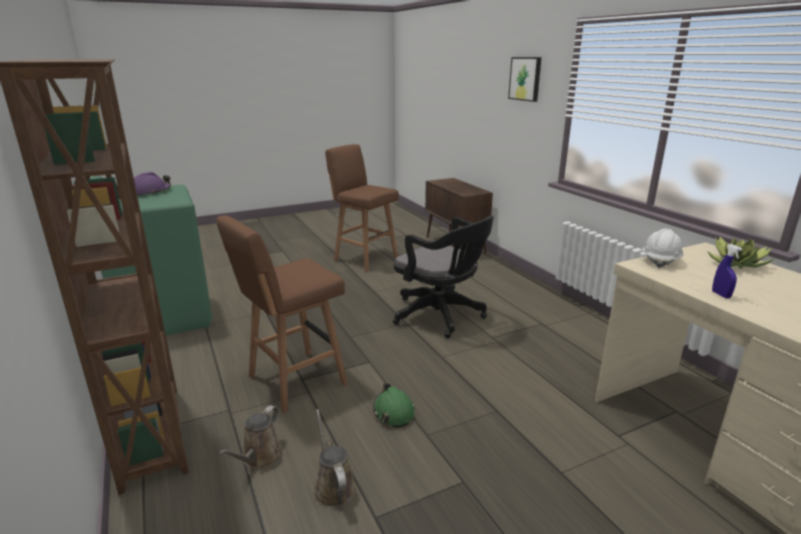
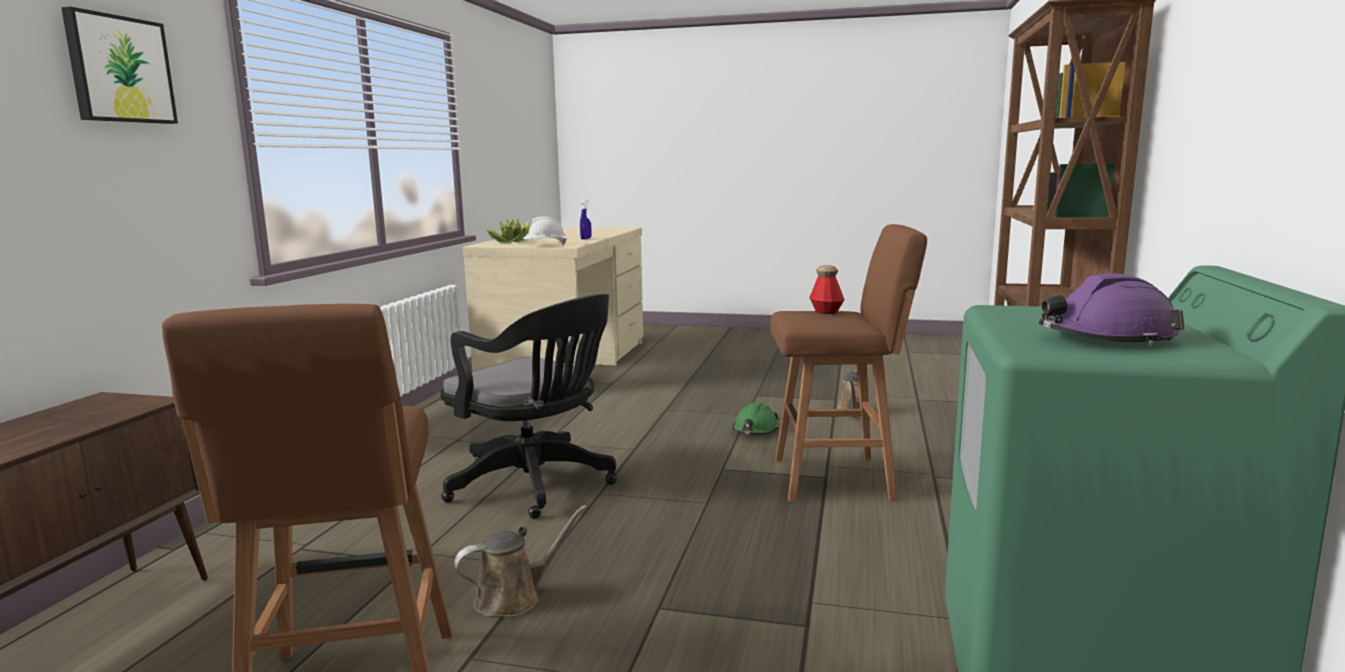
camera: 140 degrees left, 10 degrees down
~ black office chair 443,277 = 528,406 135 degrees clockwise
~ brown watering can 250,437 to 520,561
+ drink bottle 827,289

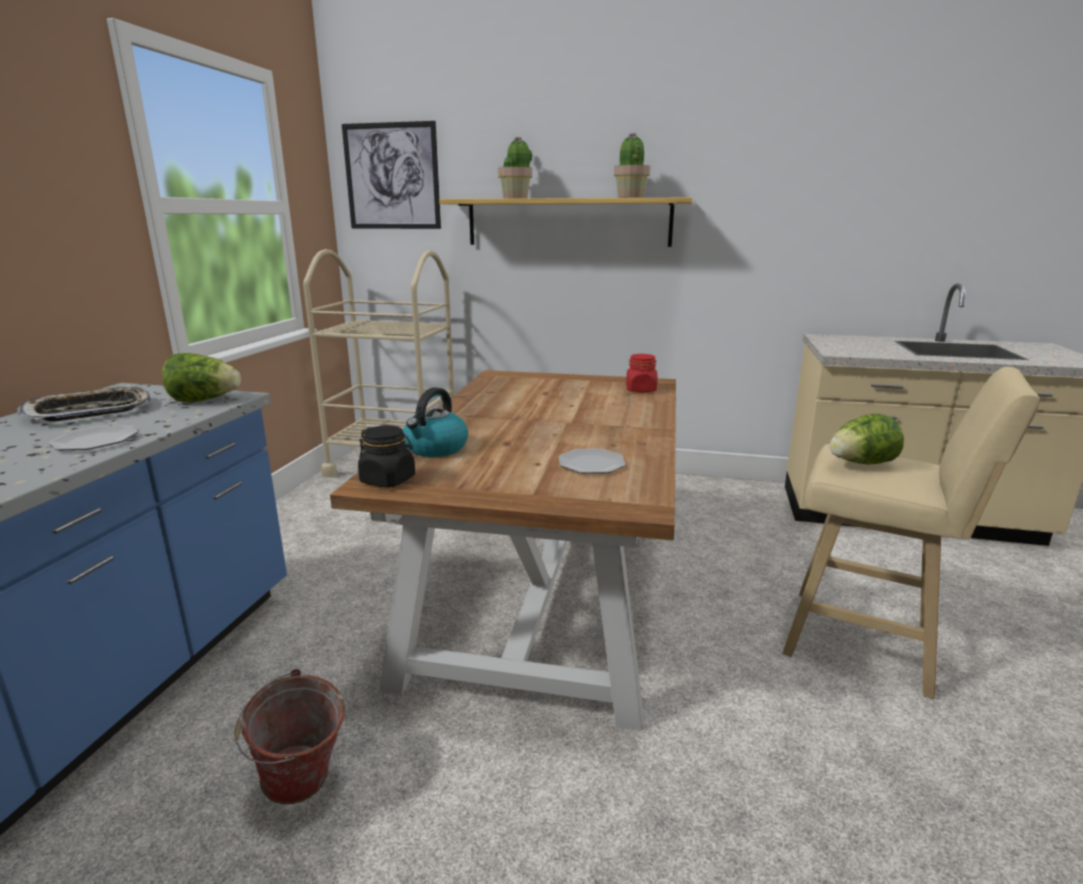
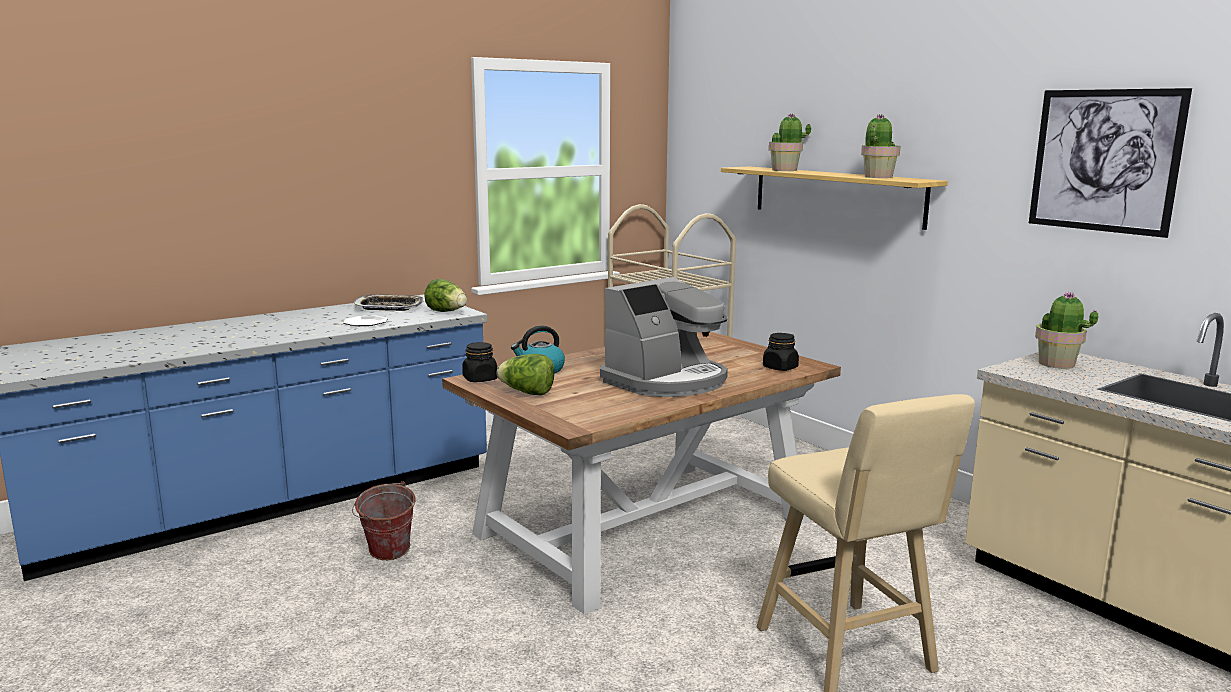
camera: 40 degrees right, 5 degrees down
~ wall art 391,175 to 1110,163
~ red-coloured preserve jar 642,373 to black preserve jar 781,352
~ head of lettuce 866,439 to 525,375
- plate 592,461
+ coffee machine 664,337
+ plant in a pot 1067,330

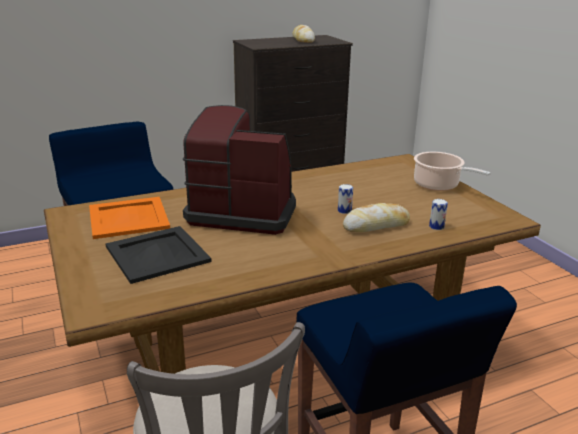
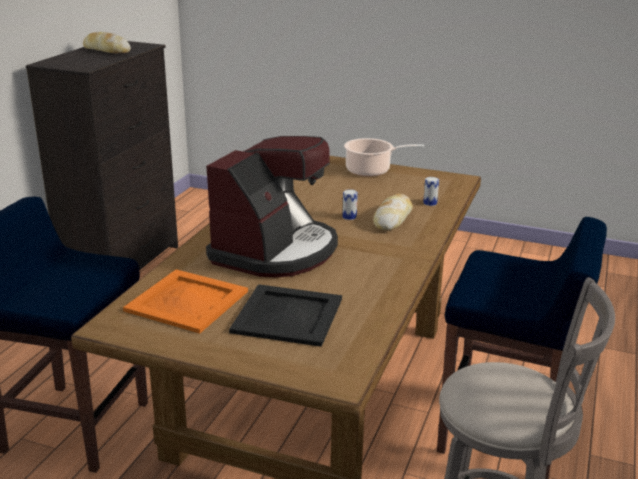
camera: 45 degrees left, 0 degrees up
~ coffee machine 239,170 = 272,207 150 degrees clockwise

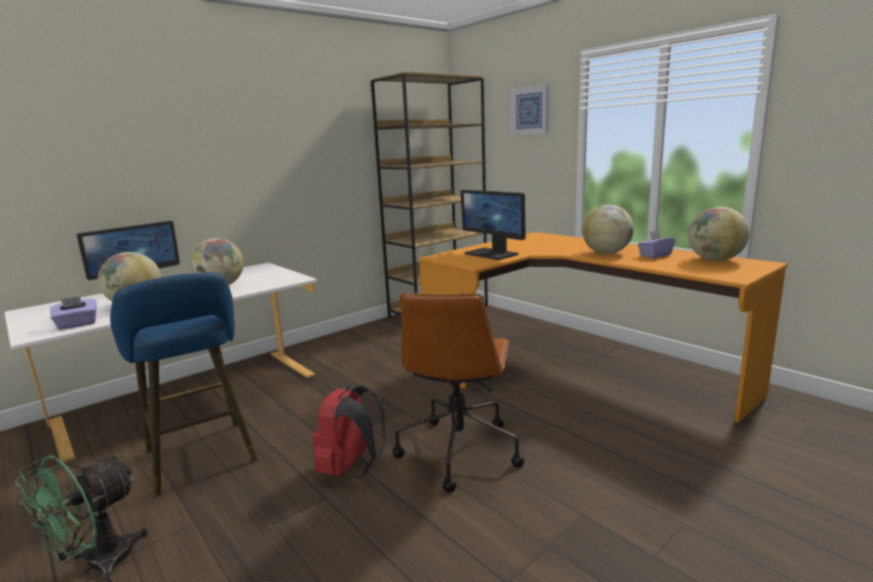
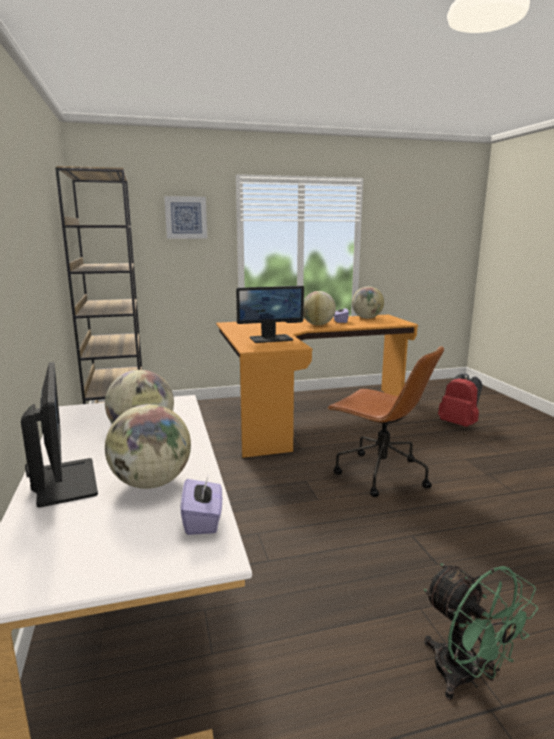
camera: 65 degrees left, 0 degrees up
- blue-coloured sitting stool 184,384
~ red-coloured backpack 349,432 to 460,400

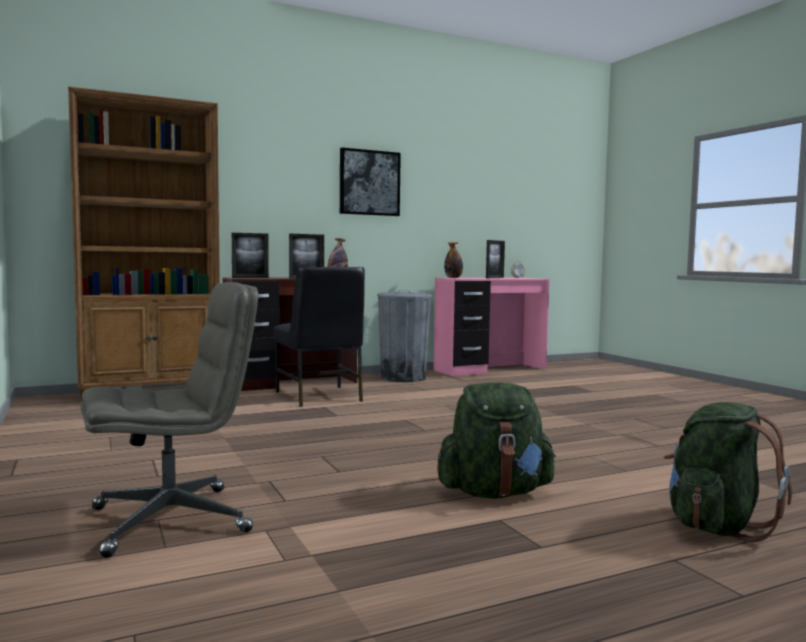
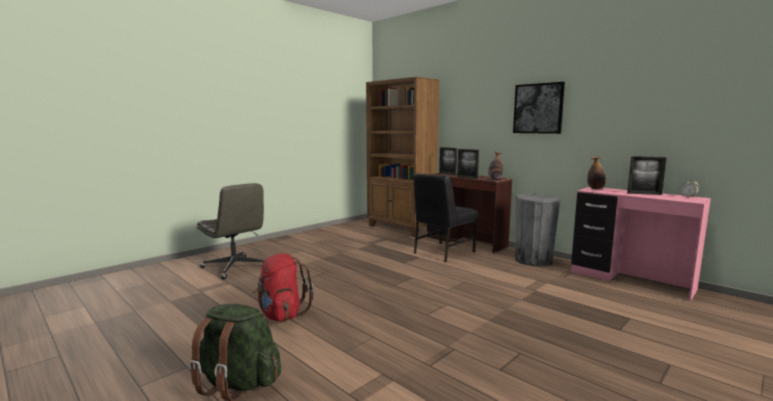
camera: 70 degrees right, 5 degrees up
~ greenish backpack 496,441 to red-coloured backpack 283,287

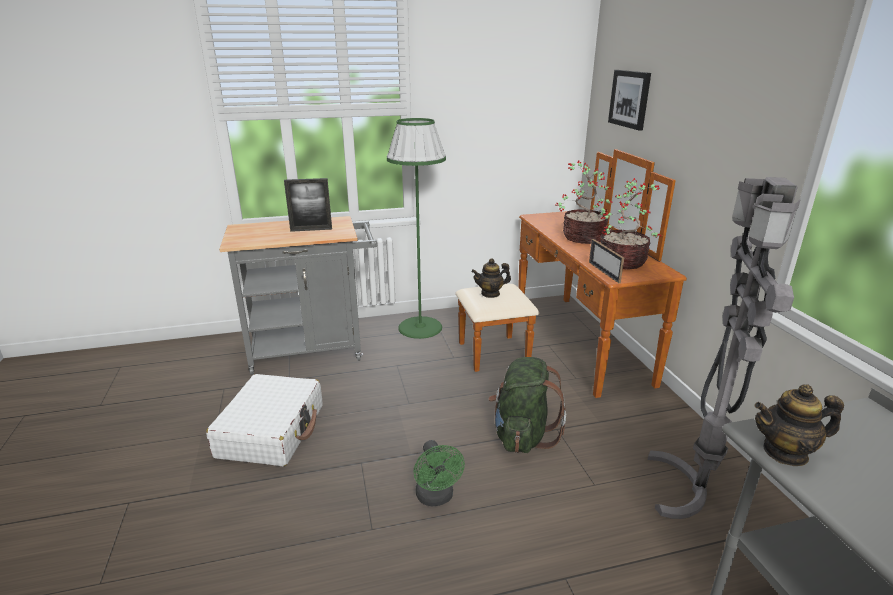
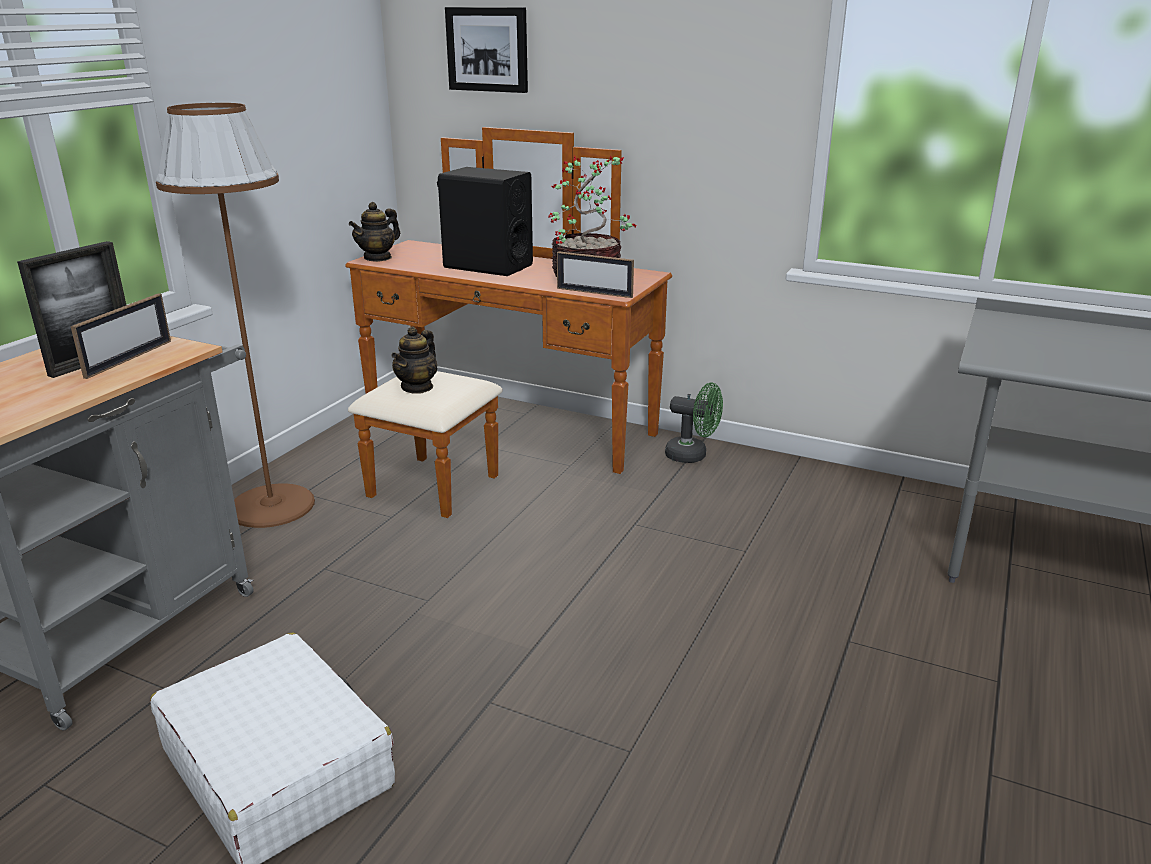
camera: 50 degrees left, 0 degrees up
~ greenish standard lamp 416,228 to brown standard lamp 235,315
~ plant in a pot 584,202 to black audio speaker 485,221
- grey standard lamp 723,348
- greenish backpack 527,405
~ pot for tea 799,425 to 374,232
~ greenish fan 439,473 to 694,423
+ photo frame 121,336

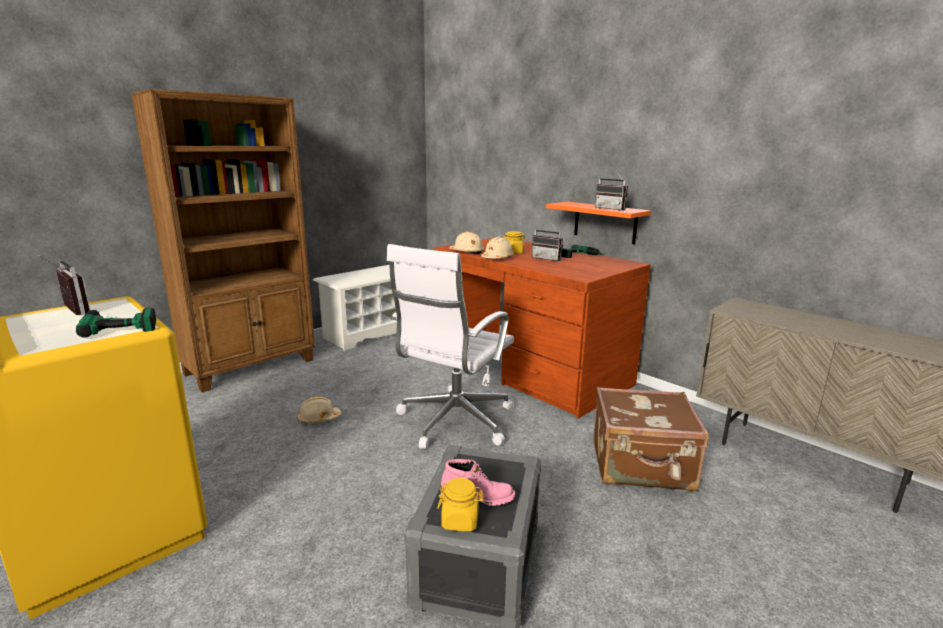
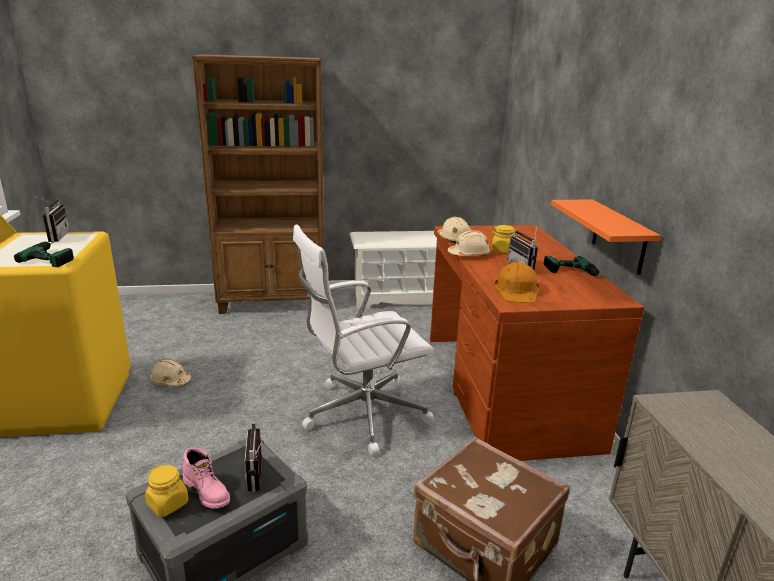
camera: 35 degrees right, 5 degrees up
~ radio receiver 611,191 to 259,456
~ beige-coloured work helmet 319,409 to 170,372
+ orange-coloured work helmet 516,282

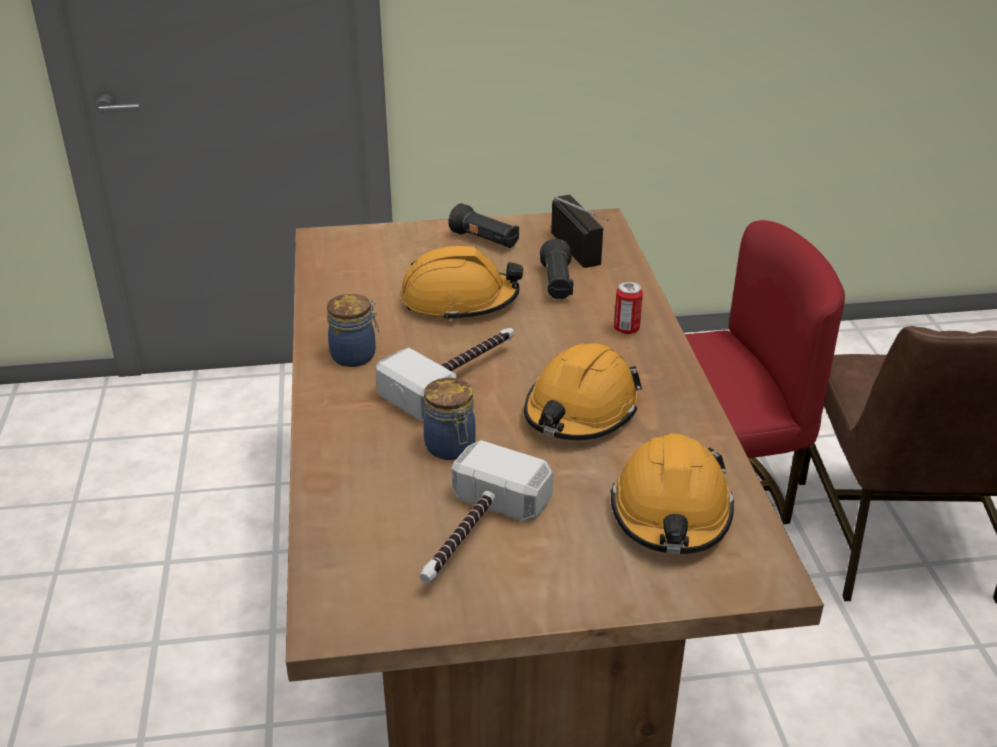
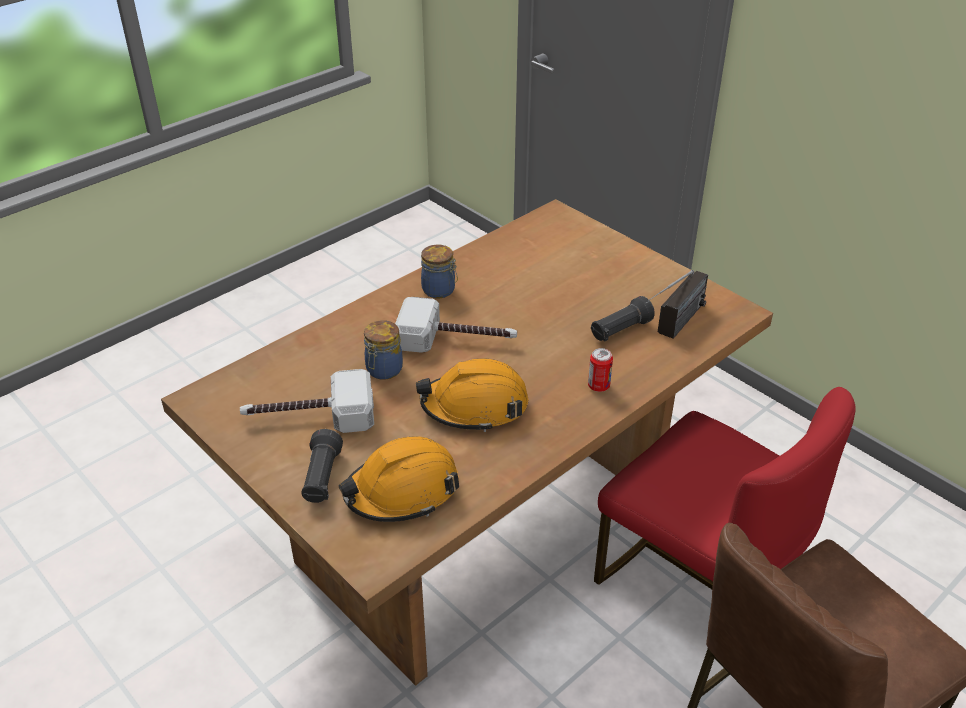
camera: 55 degrees right, 5 degrees up
~ black flashlight 483,225 to 322,466
- orange-coloured work helmet 462,284

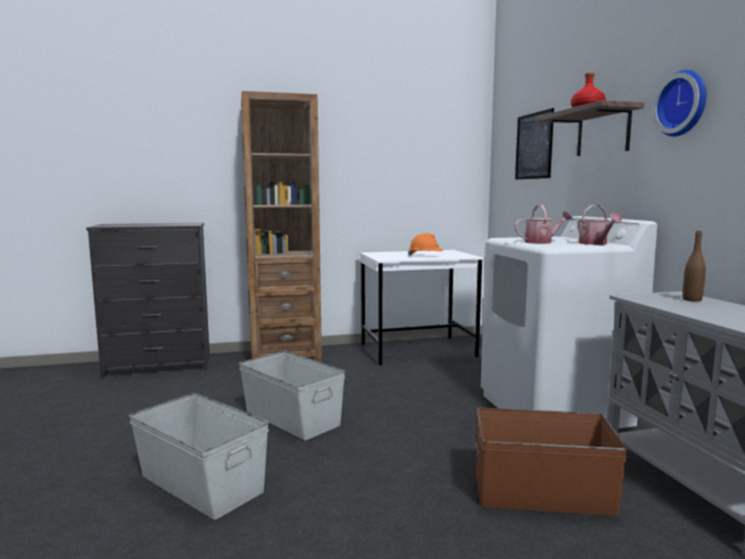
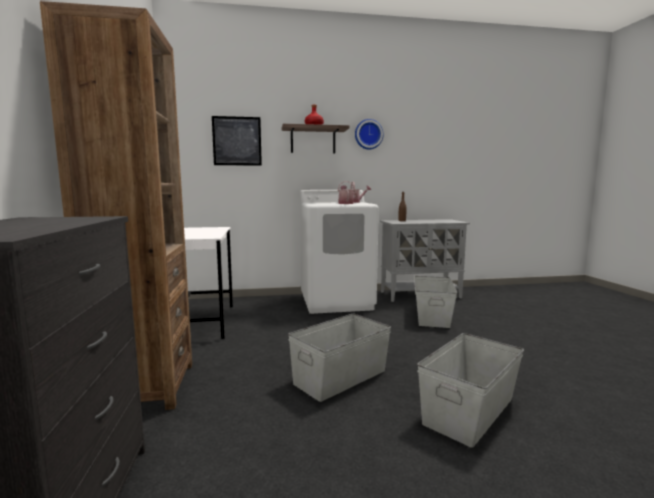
camera: 85 degrees left, 0 degrees up
- orange-coloured work helmet 425,244
~ brown storage container 552,462 to grey storage container 435,302

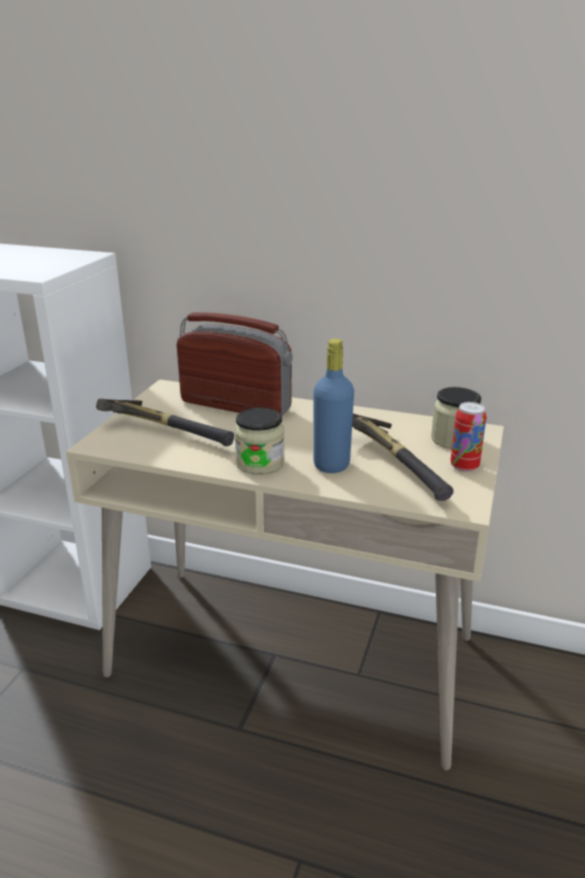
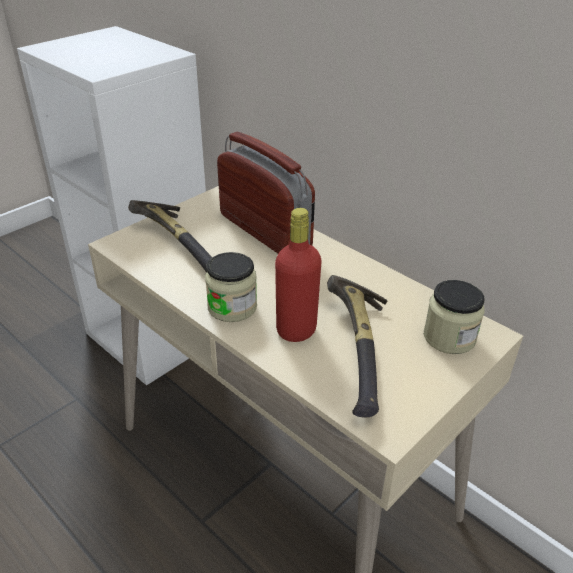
camera: 25 degrees right, 10 degrees up
~ blue-coloured drink bottle 333,405 to red-coloured drink bottle 298,275
- metal can 468,437

